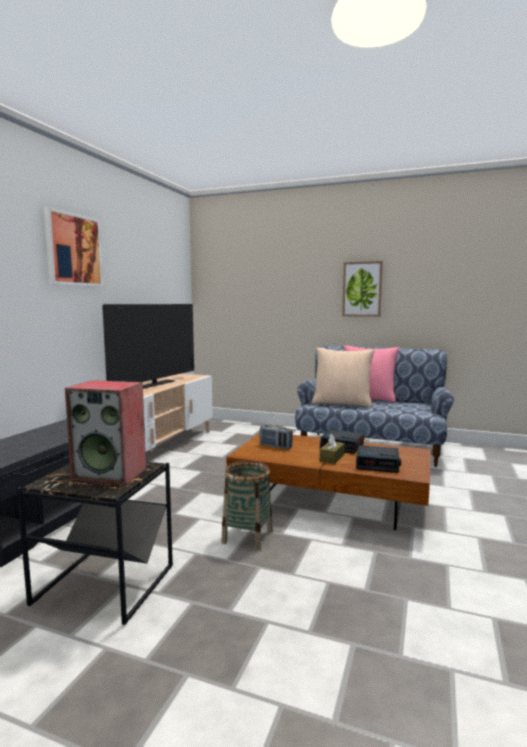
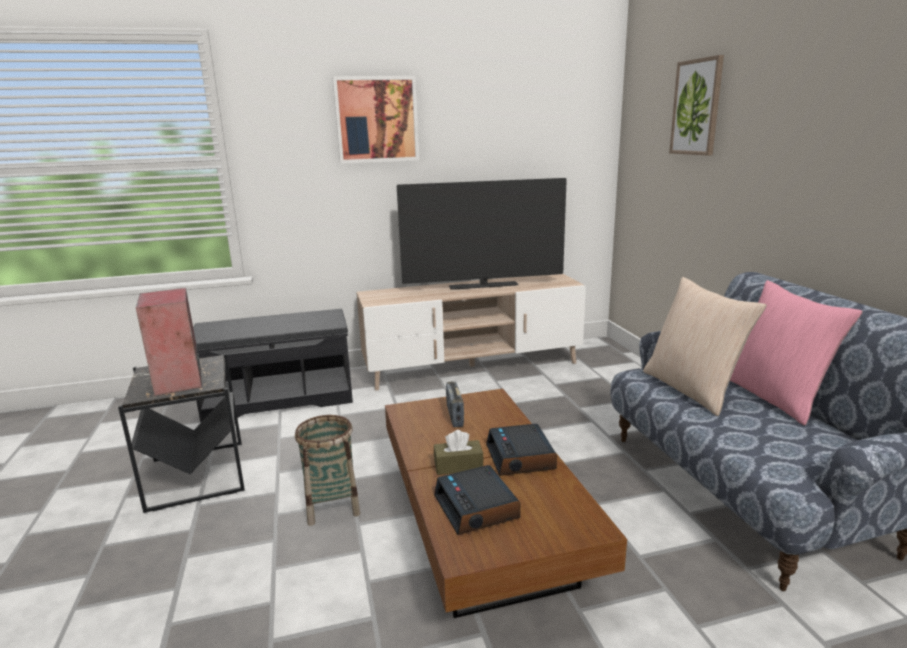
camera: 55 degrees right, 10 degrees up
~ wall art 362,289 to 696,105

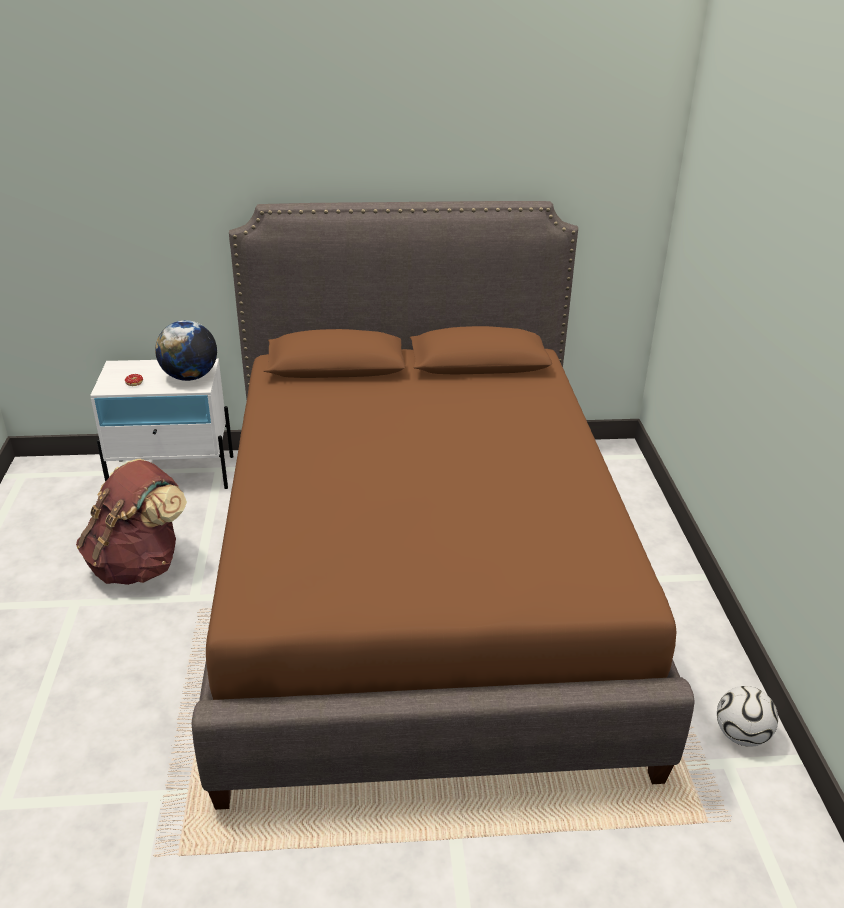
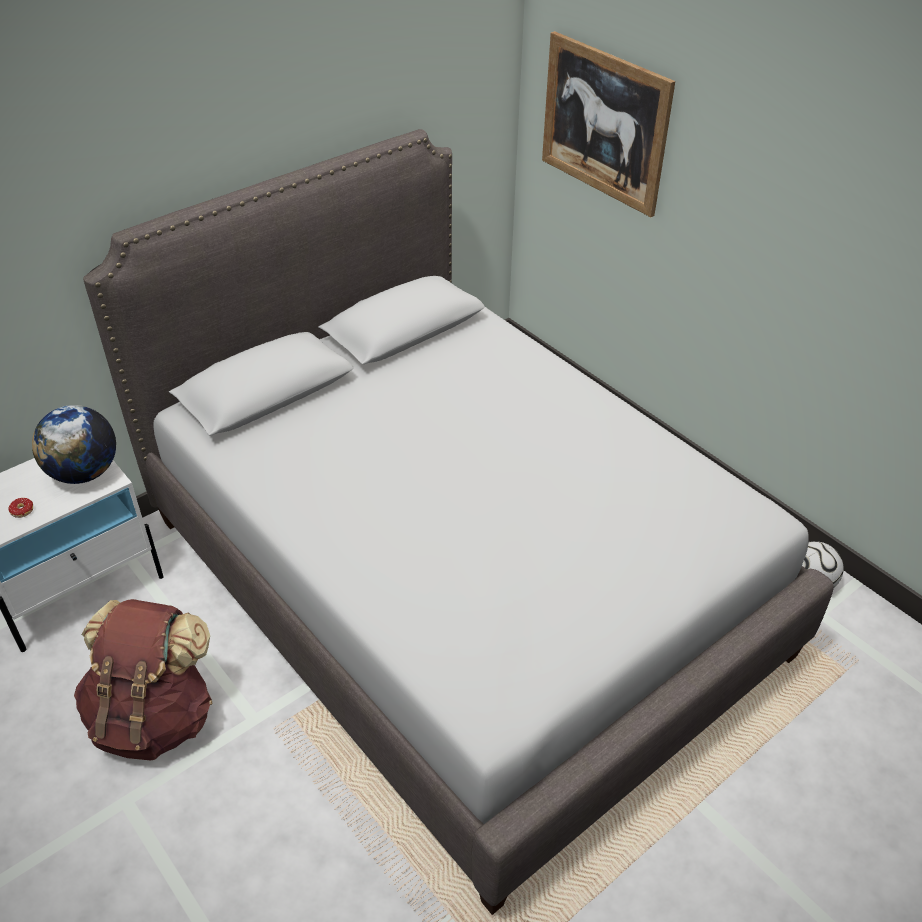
camera: 35 degrees left, 10 degrees up
~ brown sleeping bed 443,505 to grey sleeping bed 458,522
+ wall art 608,124

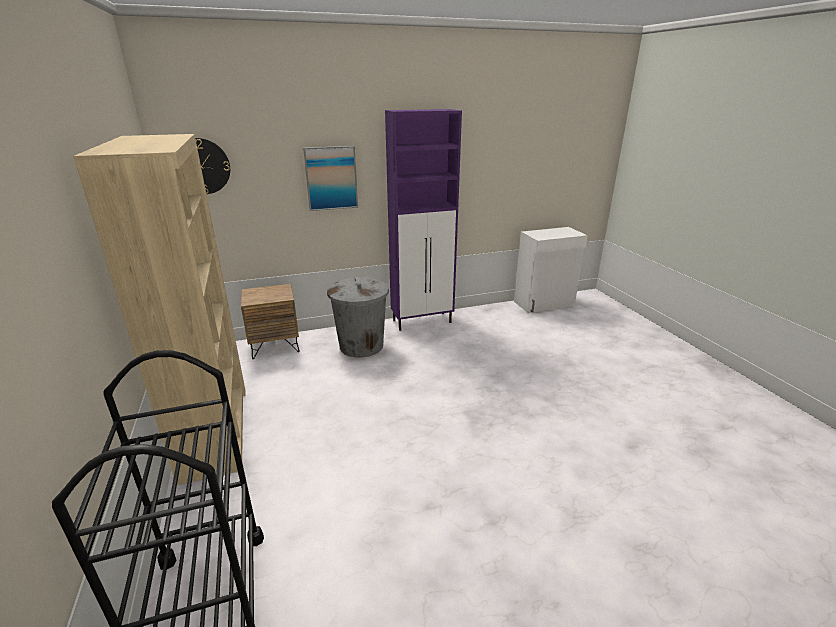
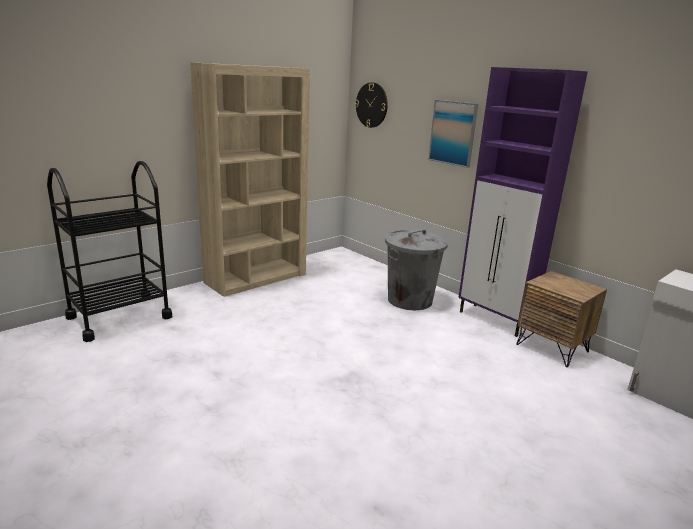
camera: 65 degrees right, 5 degrees down
~ brown nightstand 270,321 to 561,319

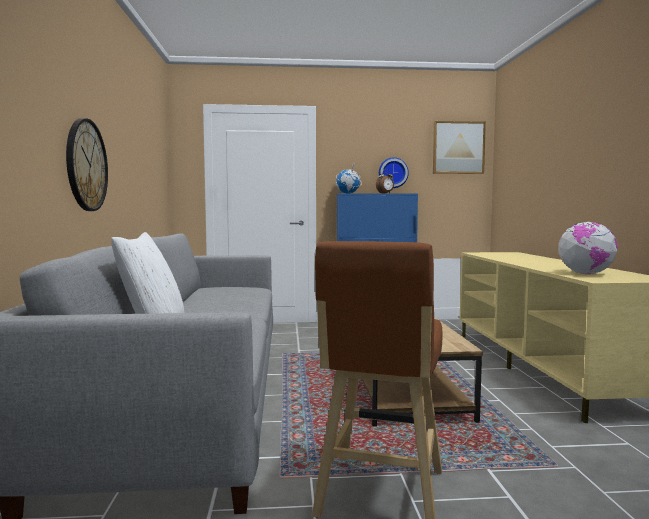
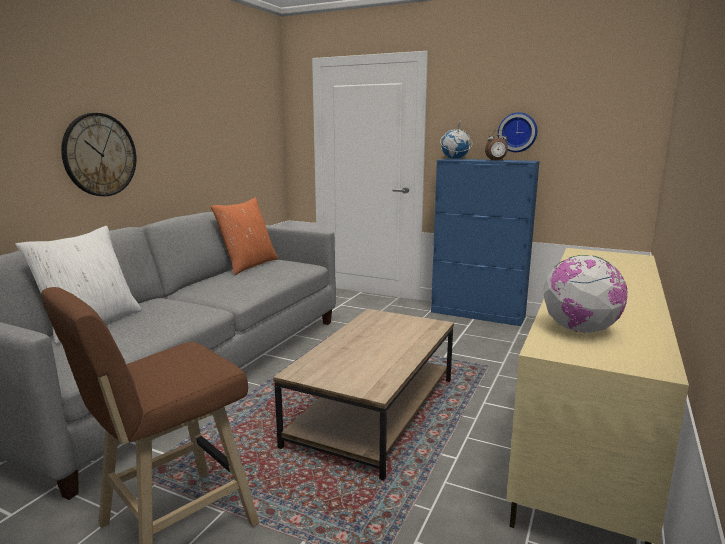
camera: 30 degrees right, 10 degrees up
- wall art 459,147
+ orange-coloured throw pillow 244,236

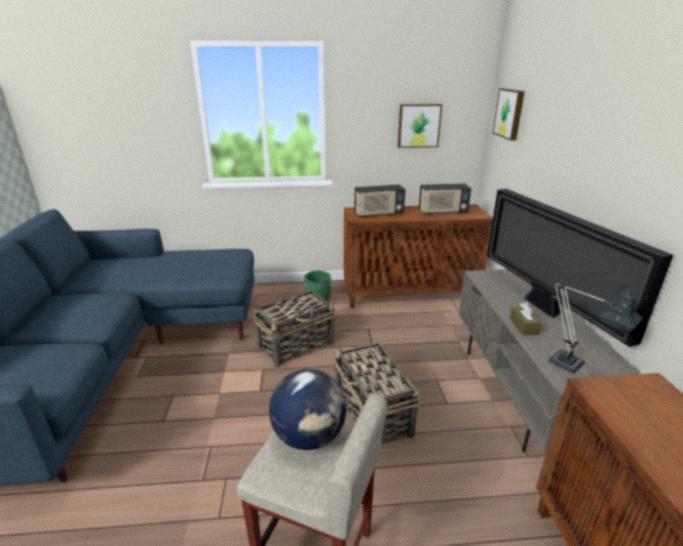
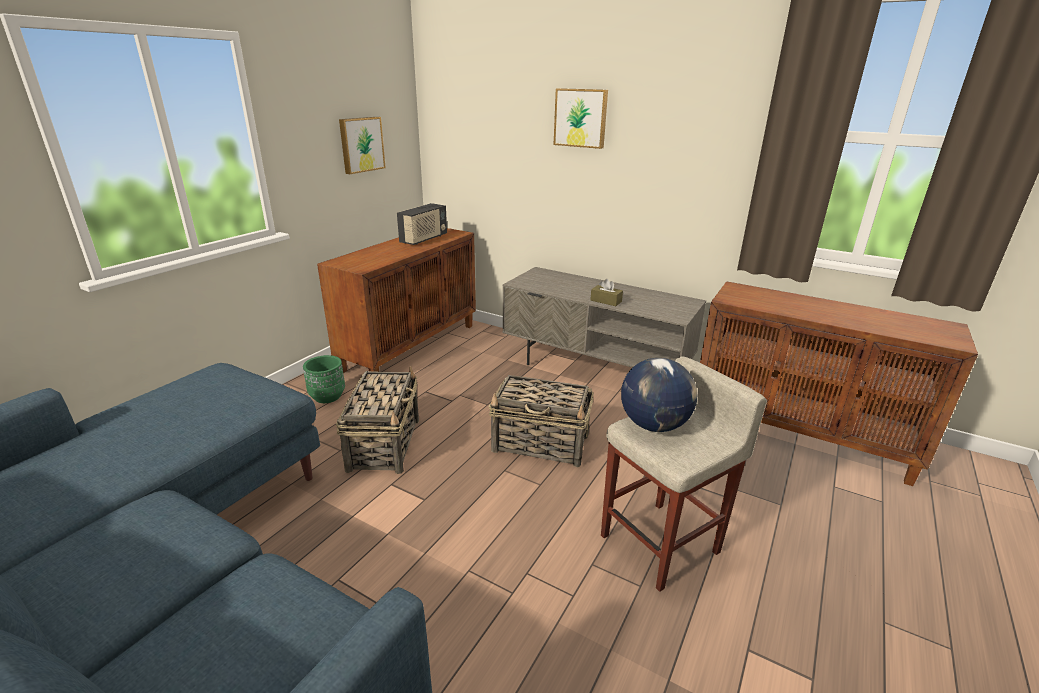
camera: 55 degrees left, 0 degrees up
~ wall art 509,114 to 581,118
- radio receiver 379,200
- TV 580,268
- tabletop lamp 596,327

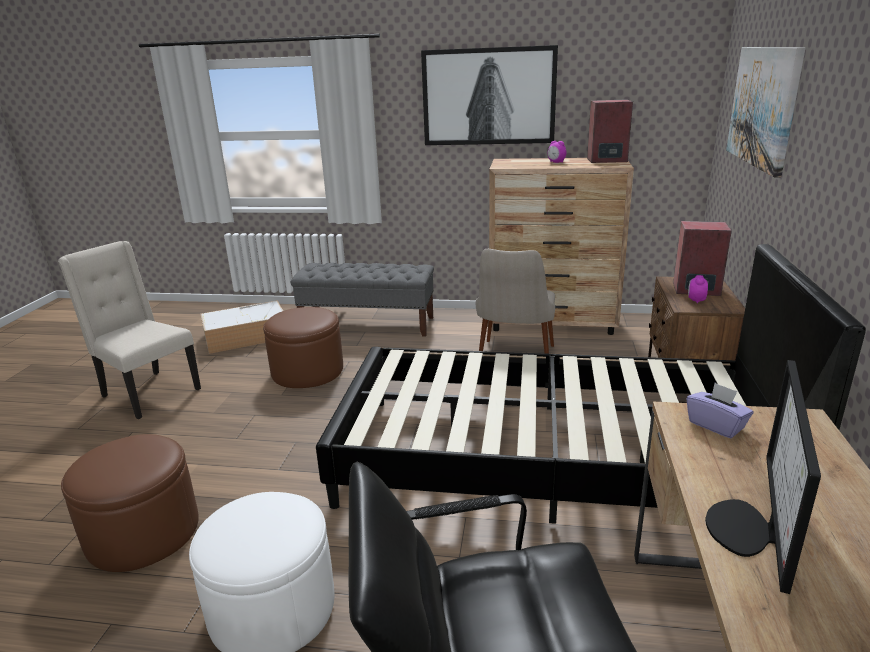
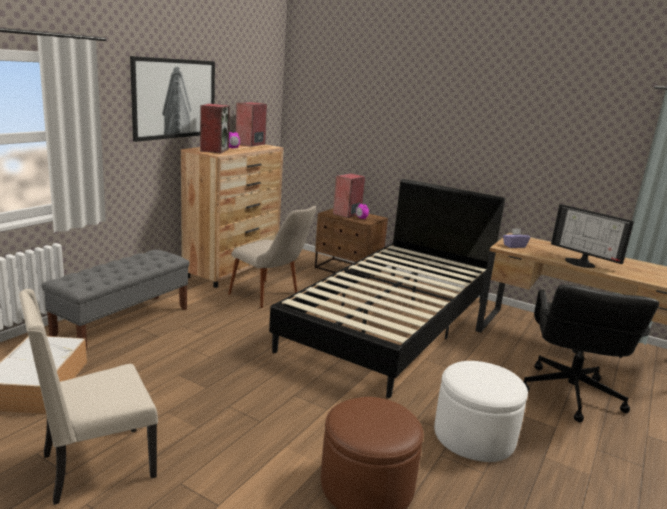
camera: 70 degrees left, 5 degrees down
- wall art 766,112
- brown ottoman 303,347
+ audio speaker 215,128

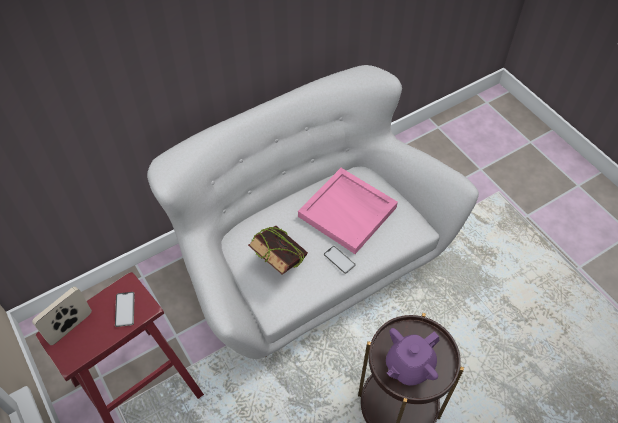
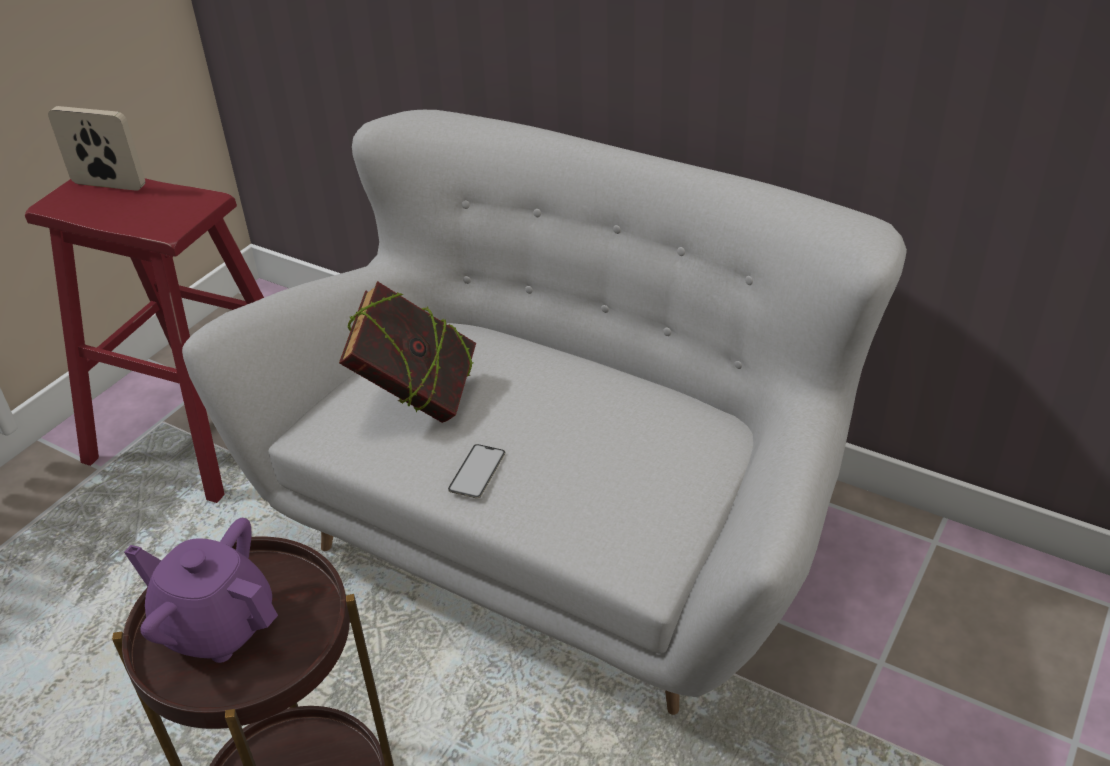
camera: 65 degrees right, 15 degrees down
- pinkish carrying tray 348,211
- phone 125,309

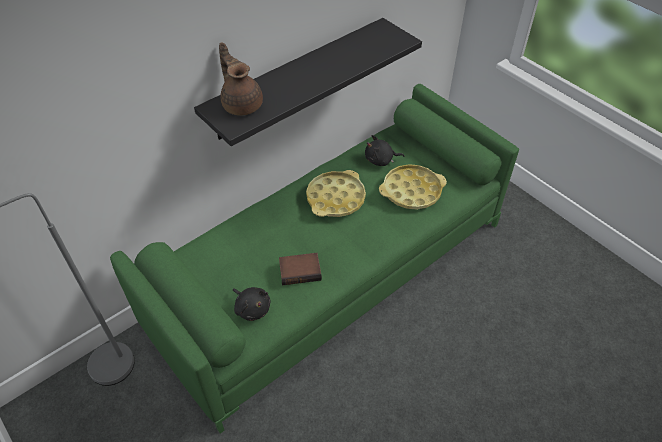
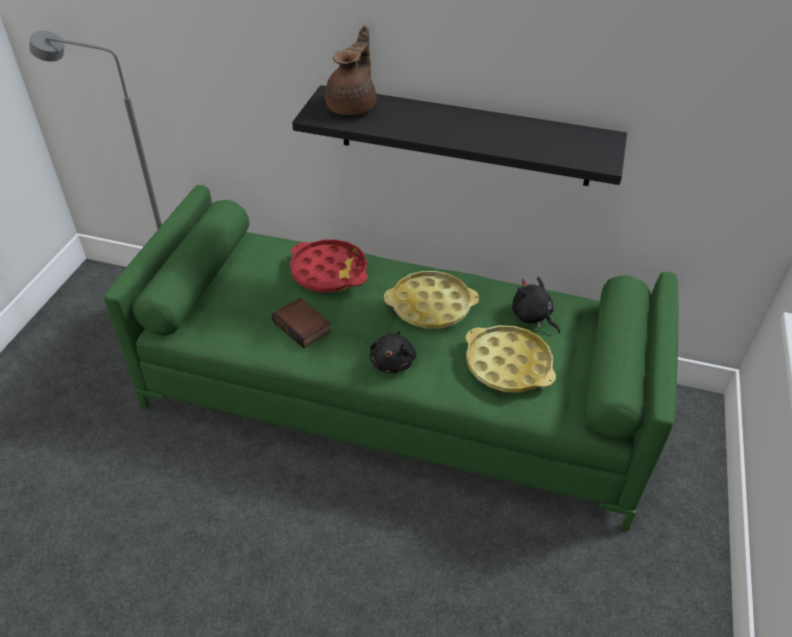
camera: 55 degrees right, 5 degrees down
~ black soft toy 252,304 to 393,352
+ red-coloured carrying tray 329,266

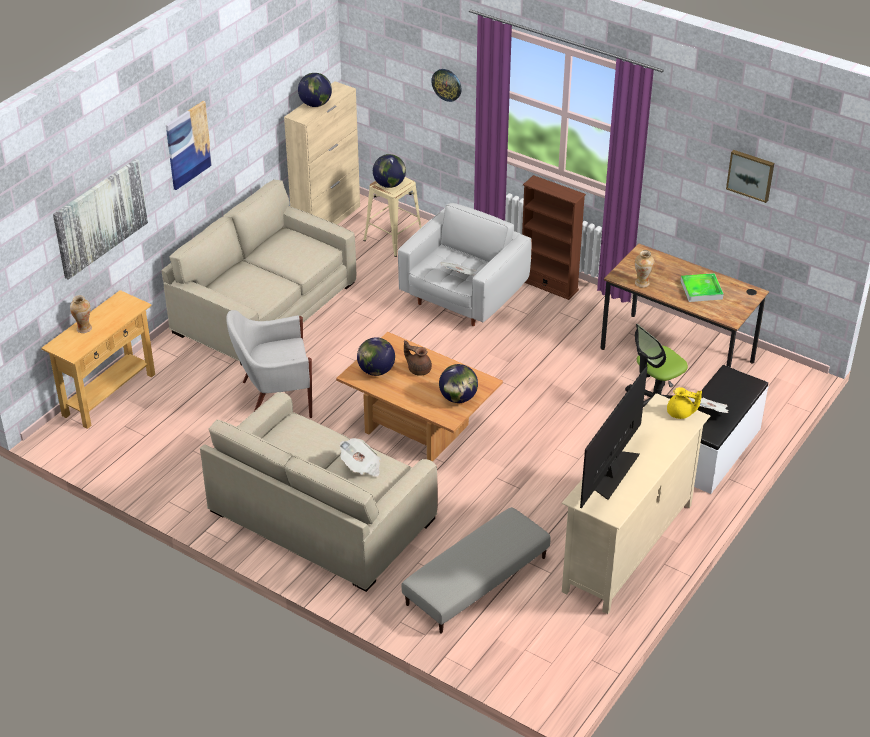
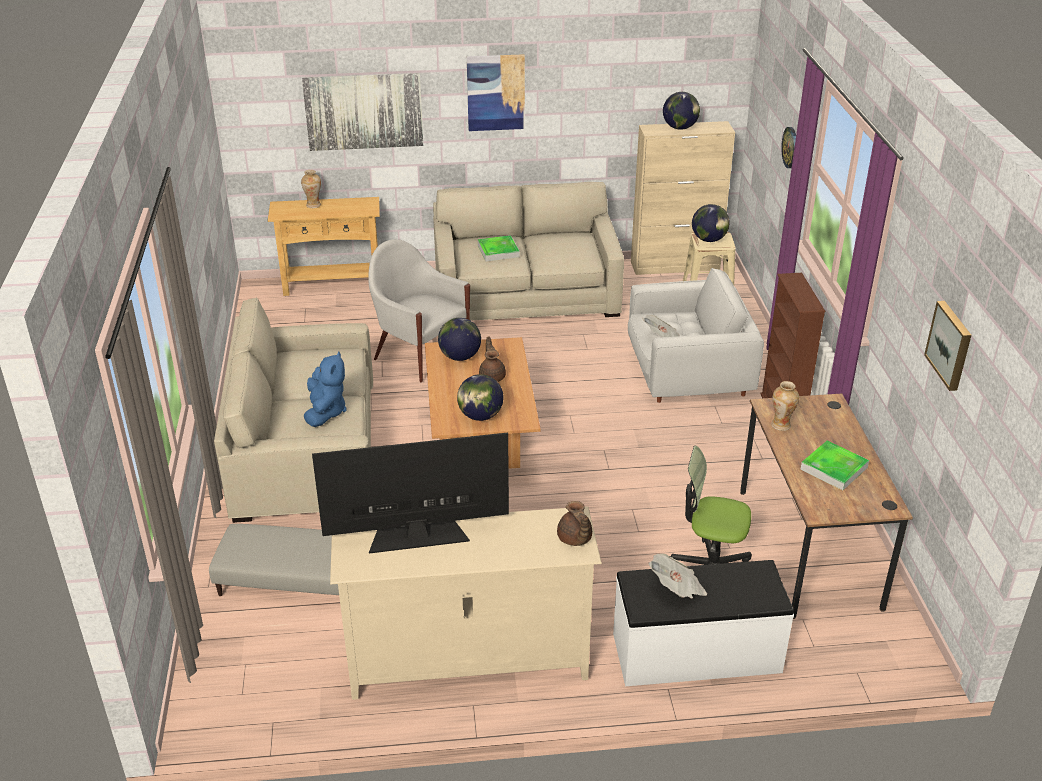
camera: 50 degrees right, 5 degrees down
~ yellow pot for tea 684,403 to brown pot for tea 574,523
~ newspaper 360,457 to blue-coloured soft toy 325,389
+ carrying tray 499,248

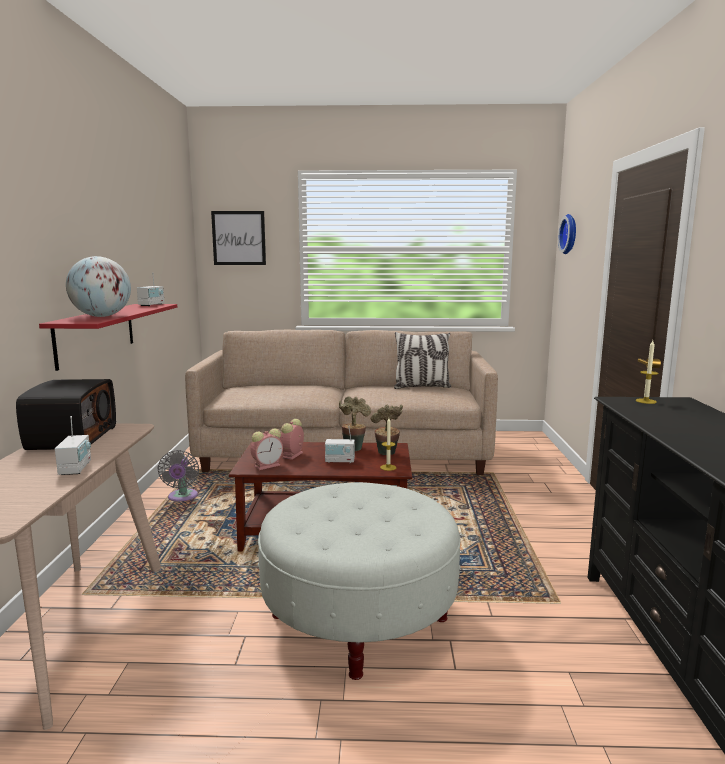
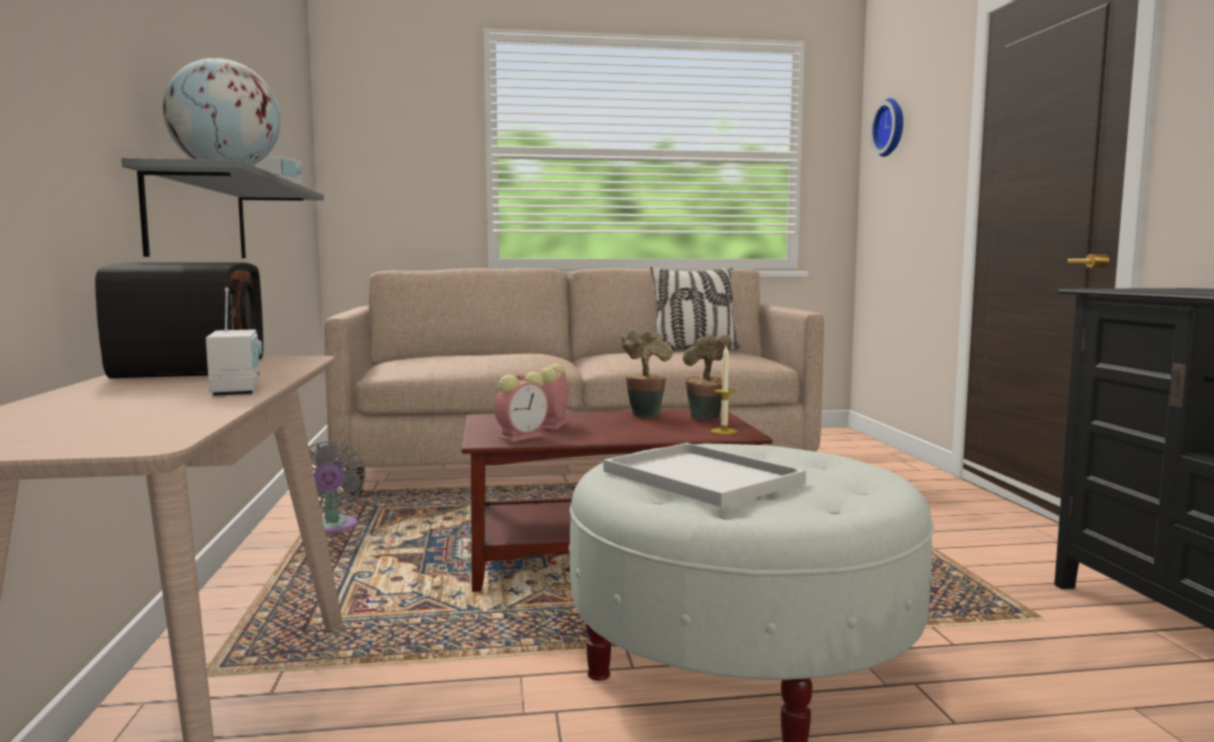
camera: 10 degrees left, 5 degrees down
- wall art 238,238
~ red-coloured shelf 108,337 to grey shelf 222,208
- candle 646,372
- radio receiver 340,444
+ white-coloured carrying tray 704,475

